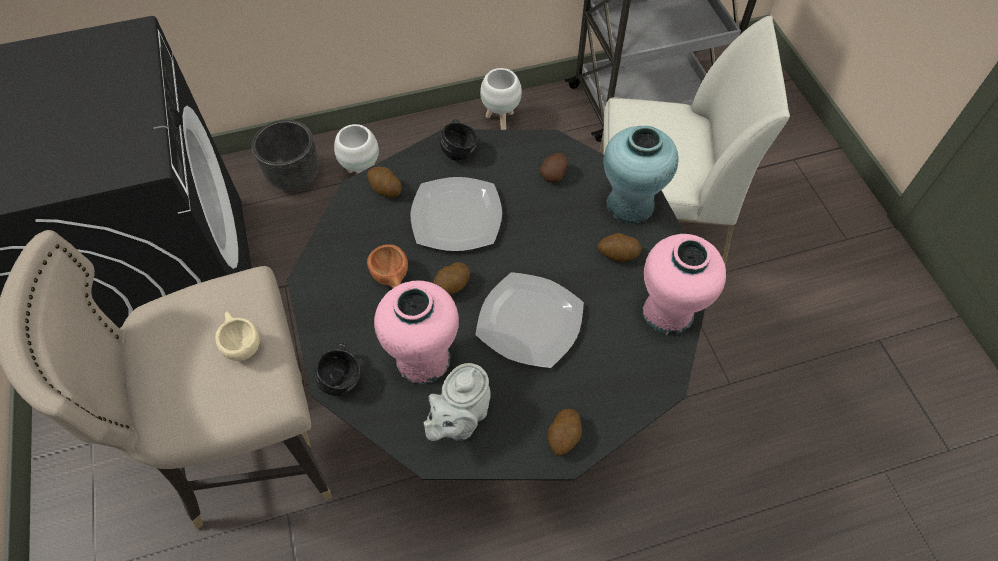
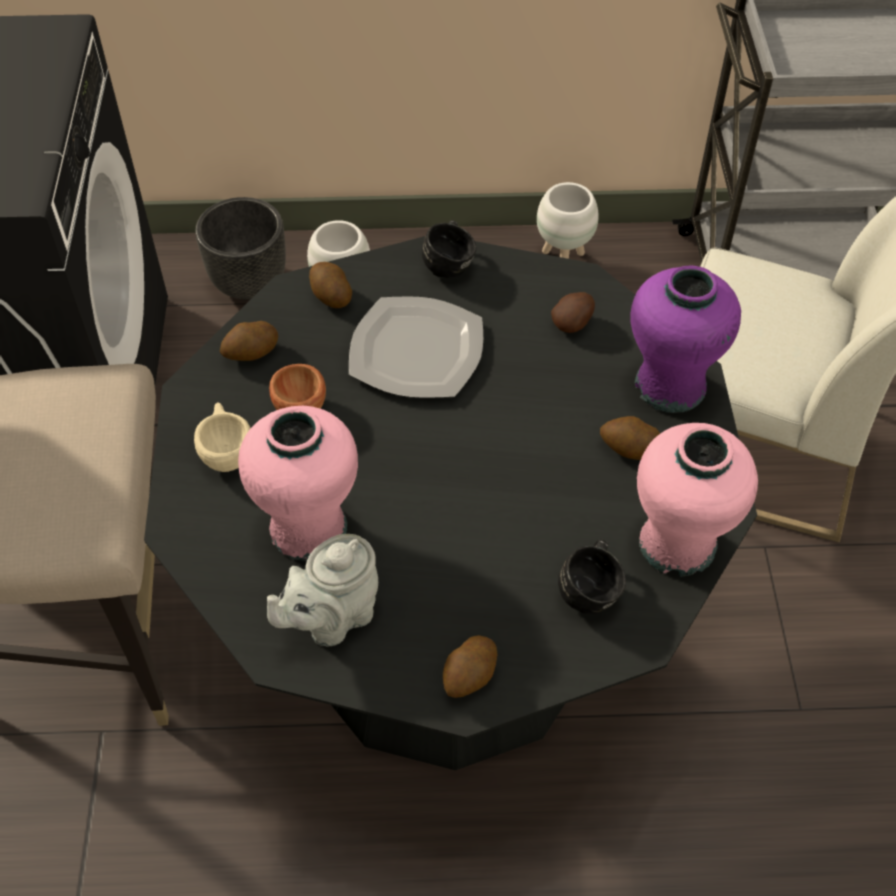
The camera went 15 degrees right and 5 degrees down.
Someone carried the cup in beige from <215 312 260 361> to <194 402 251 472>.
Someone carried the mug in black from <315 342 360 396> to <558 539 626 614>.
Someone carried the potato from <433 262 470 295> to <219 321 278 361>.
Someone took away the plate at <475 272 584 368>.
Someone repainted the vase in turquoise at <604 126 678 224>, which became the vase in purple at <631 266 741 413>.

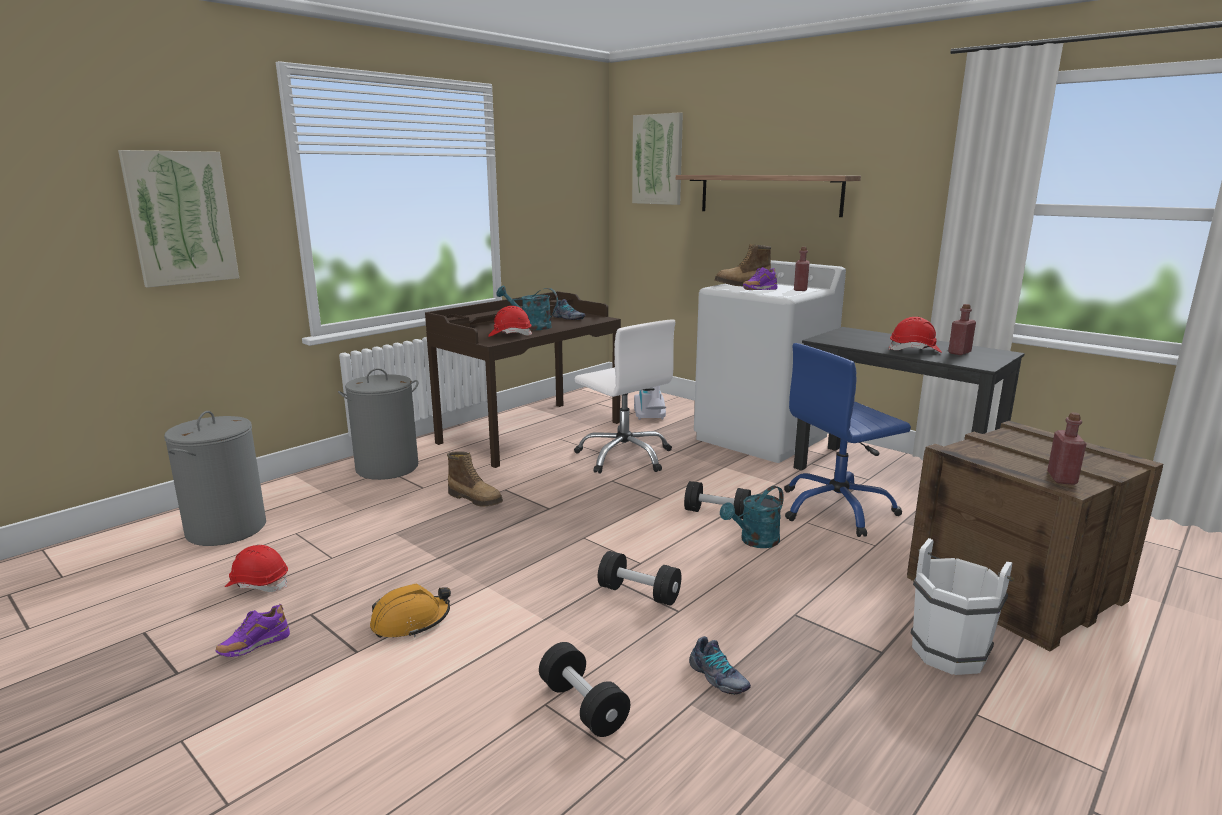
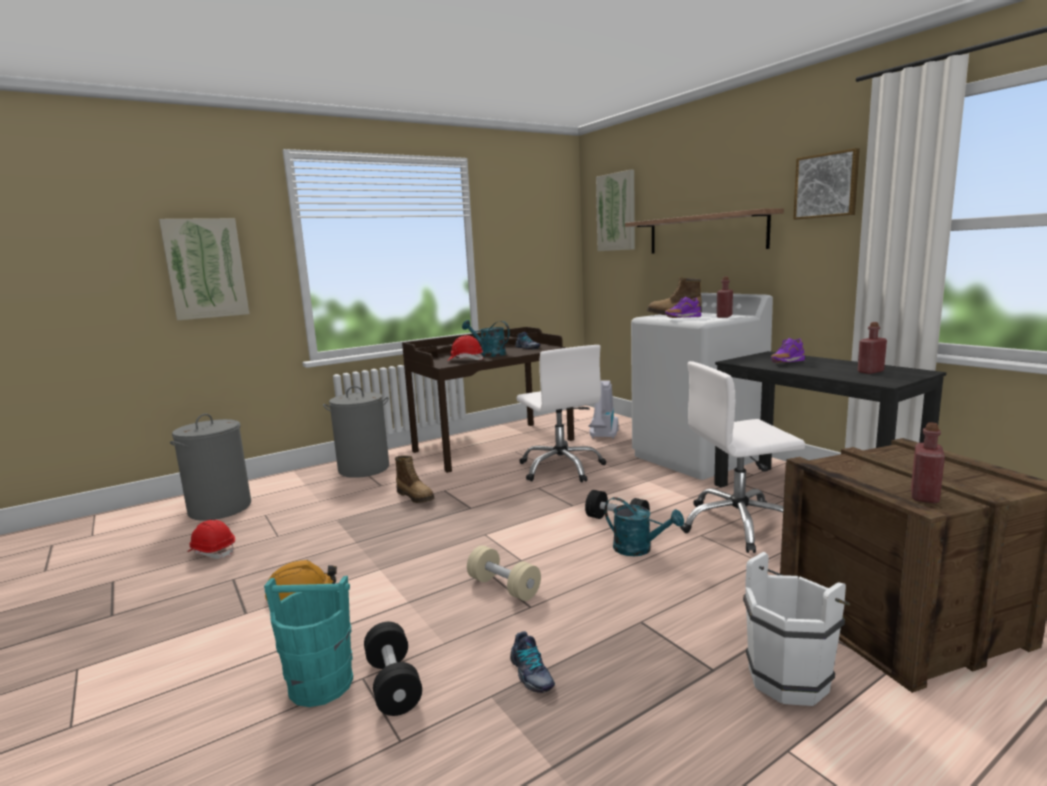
The camera went 15 degrees right and 5 degrees down.
Someone carried the shoe in purple from <215 604 290 657> to <771 338 805 363>.
Someone repainted the dumbbell in black at <598 551 681 606>, which became the dumbbell in beige at <467 545 541 601>.
Someone rotated the watering can in turquoise at <720 486 784 548> by 120 degrees counterclockwise.
Someone repainted the office chair in blue at <784 343 911 537>, which became the office chair in white at <680 361 805 553>.
Someone took away the hard hat in red at <889 317 942 353>.
Someone put down the bucket in turquoise at <264 576 353 707>.
Someone put up the picture at <793 148 860 220>.

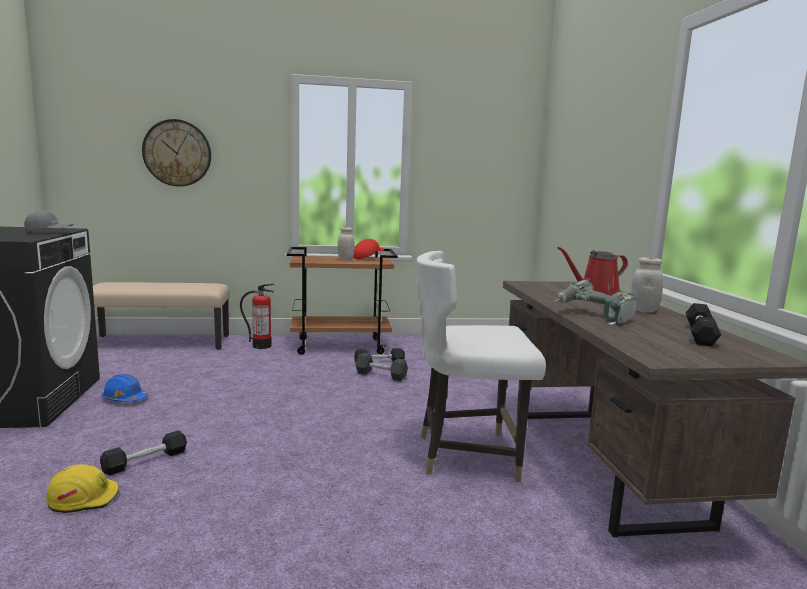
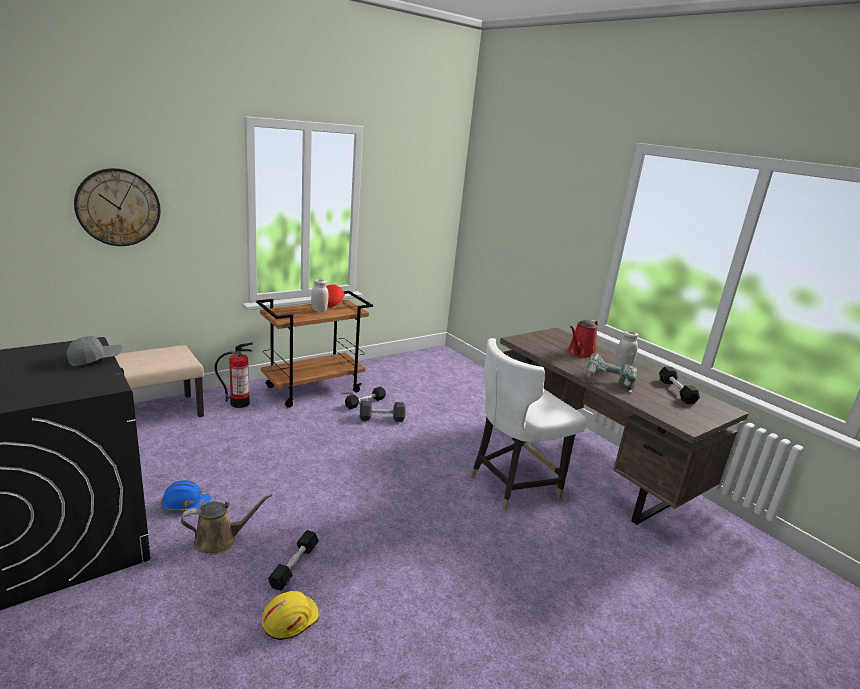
The camera went 30 degrees left and 10 degrees up.
Someone put down the watering can in brown at <181 494 272 555>.

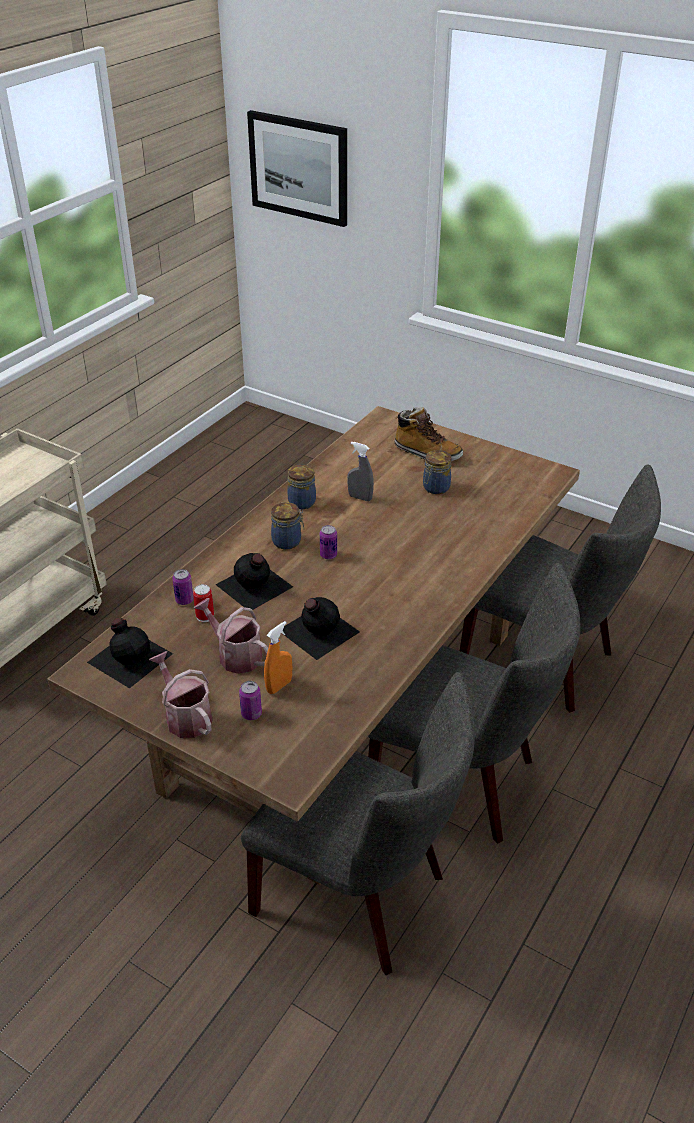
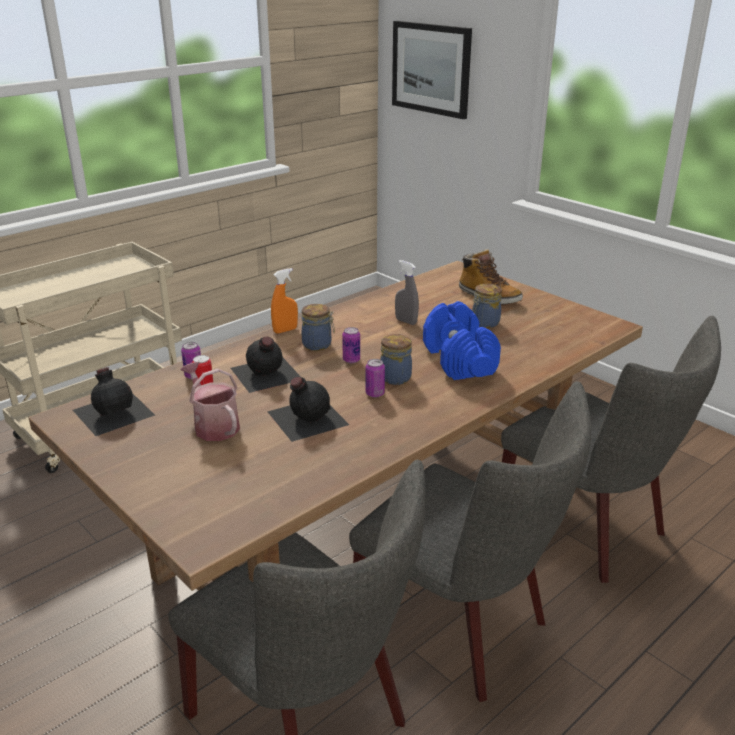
The camera went 15 degrees right and 10 degrees down.
Someone took away the watering can at <149 651 213 738>.
Someone carried the can from <239 681 262 720> to <366 359 385 398>.
Someone carried the spray bottle in orange from <264 621 292 694> to <271 268 298 334>.
Someone carried the jar from <287 464 316 509> to <380 334 412 385>.
Someone put down the dumbbell in blue at <423 301 501 380>.

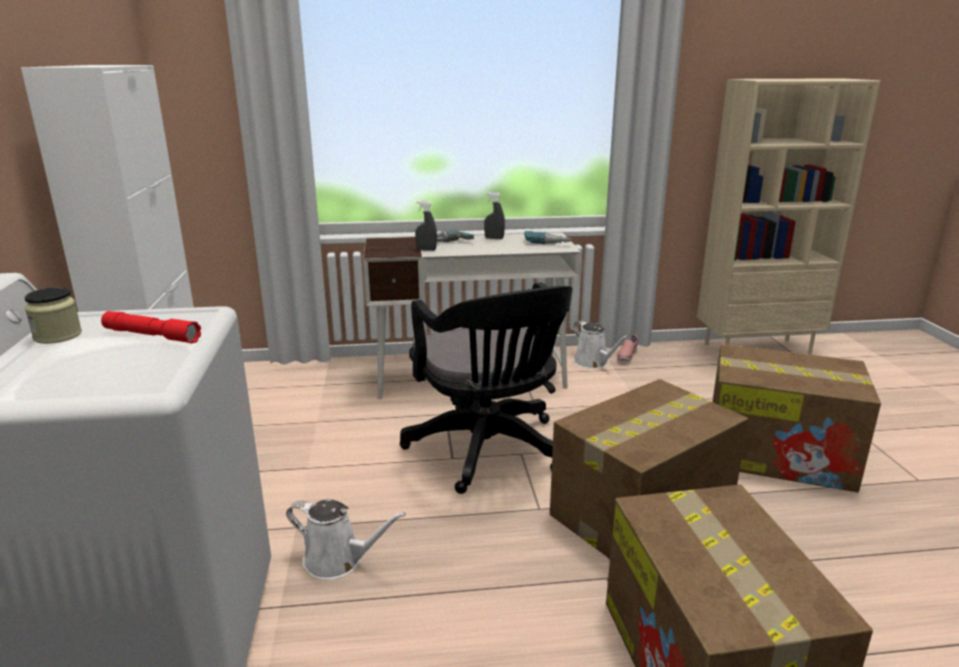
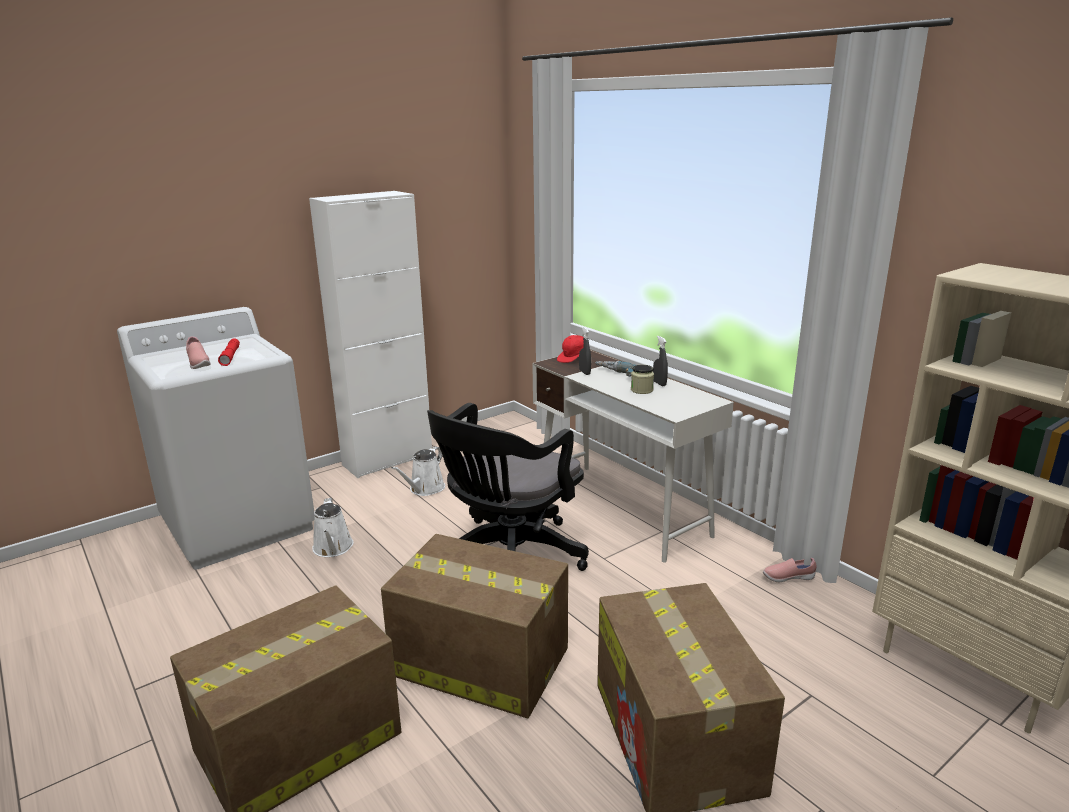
The camera went 60 degrees right and 0 degrees up.
Someone carried the jar from <24 287 82 344> to <631 365 654 394>.
Someone took away the power drill at <524 231 572 244>.
Someone carried the watering can in white from <573 320 629 369> to <391 446 445 496>.
Someone put down the shoe in pink at <186 336 211 369>.
Someone put down the cap in red at <557 335 584 363>.

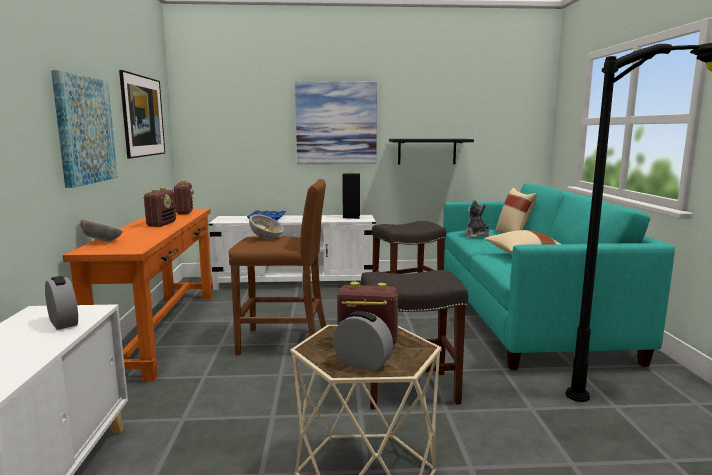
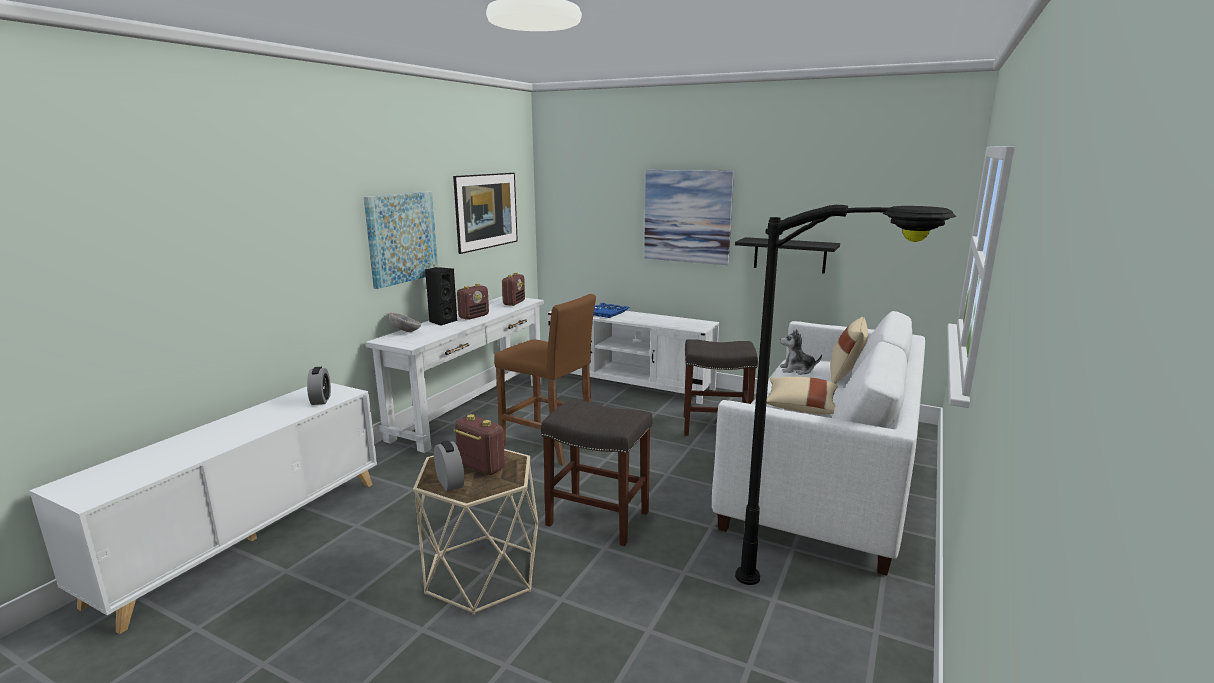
The camera went 30 degrees right and 5 degrees up.
Someone repainted the console table in orange at <63 209 213 381>, which became the console table in white at <365 296 544 453>.
Someone took away the bowl at <249 214 284 239>.
Someone carried the speaker in black from <342 173 360 219> to <425 267 457 326>.
Someone repainted the sofa in turquoise at <443 183 675 370>, which became the sofa in white at <712 311 925 576>.
Someone rotated the plush toy at <463 200 490 238> by 90 degrees counterclockwise.

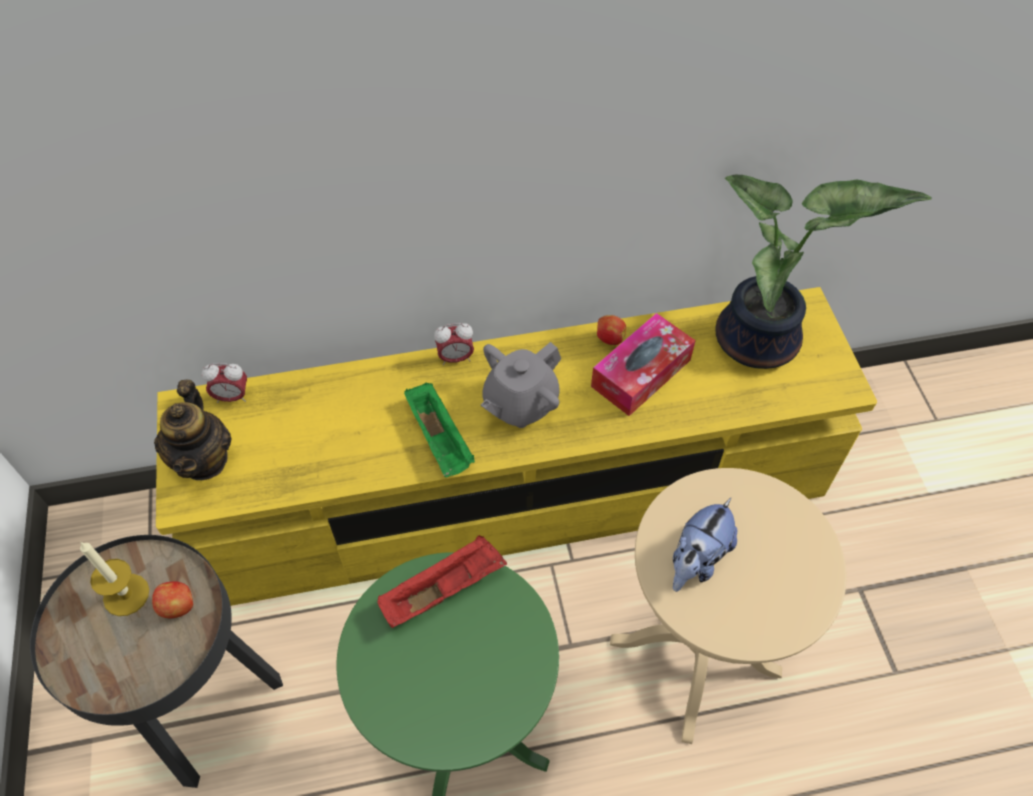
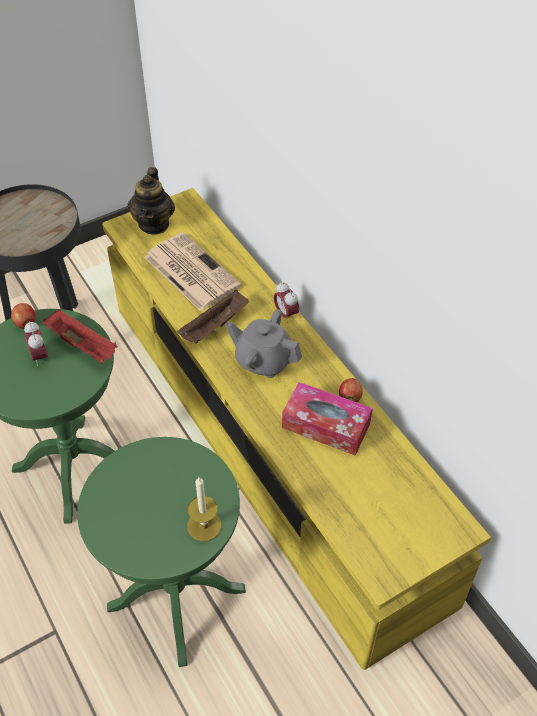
The camera went 70 degrees right and 5 degrees down.
Someone carried the candle from <80 542 149 616> to <187 477 222 541>.
Someone carried the apple from <152 581 193 618> to <11 303 36 329>.
Someone rotated the teapot at <154 380 231 480> by 60 degrees counterclockwise.
Someone carried the alarm clock from <202 363 247 403> to <24 321 48 366>.
Someone repainted the tray in green at <404 382 475 477>, which became the tray in brown at <177 290 249 344>.
Someone repainted the side table in beige at <610 468 847 744>, which became the side table in green at <77 437 246 667>.
Someone took away the plush toy at <673 498 737 592>.
Someone took away the potted plant at <715 175 932 369>.
Someone put down the newspaper at <144 232 242 312>.

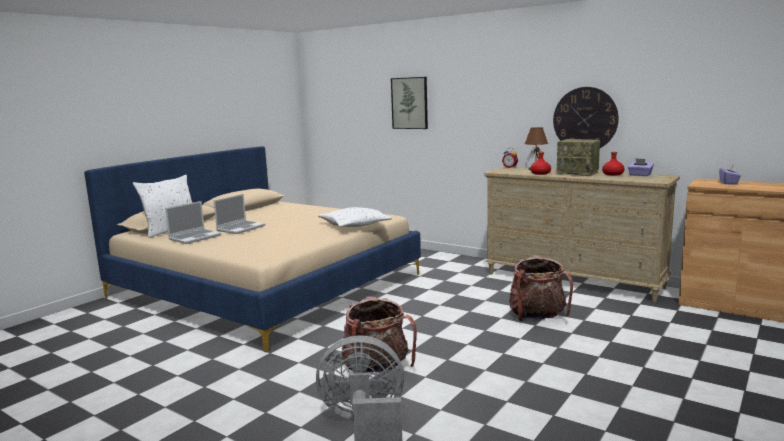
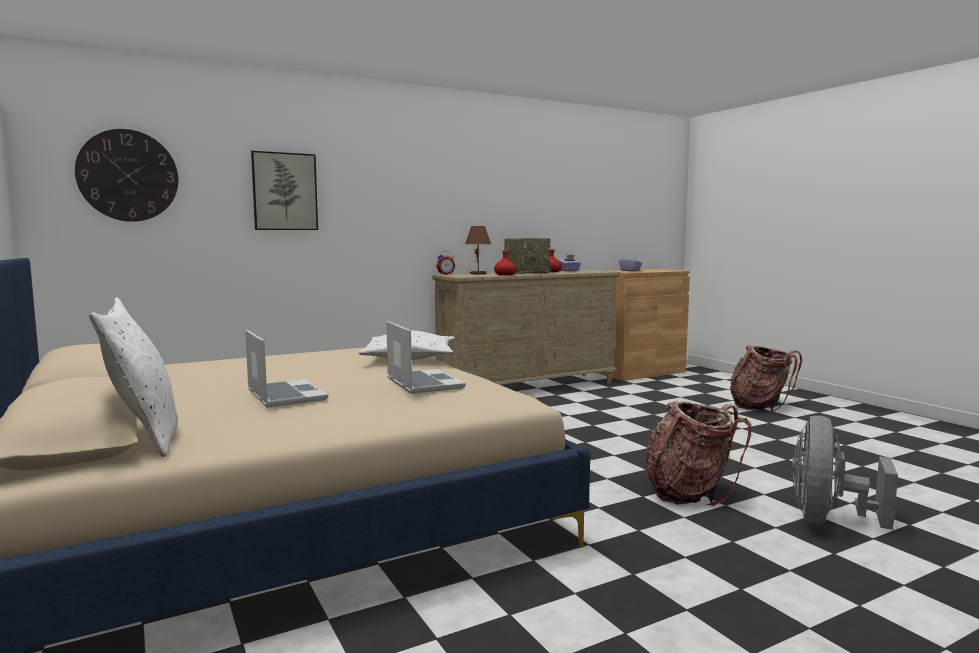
The camera went 65 degrees left and 5 degrees down.
Someone carried the laptop from <165 201 221 244> to <386 321 466 394>.
Someone carried the backpack from <509 255 573 321> to <730 345 802 412>.
Someone carried the wall clock from <553 87 619 148> to <75 129 178 222>.

